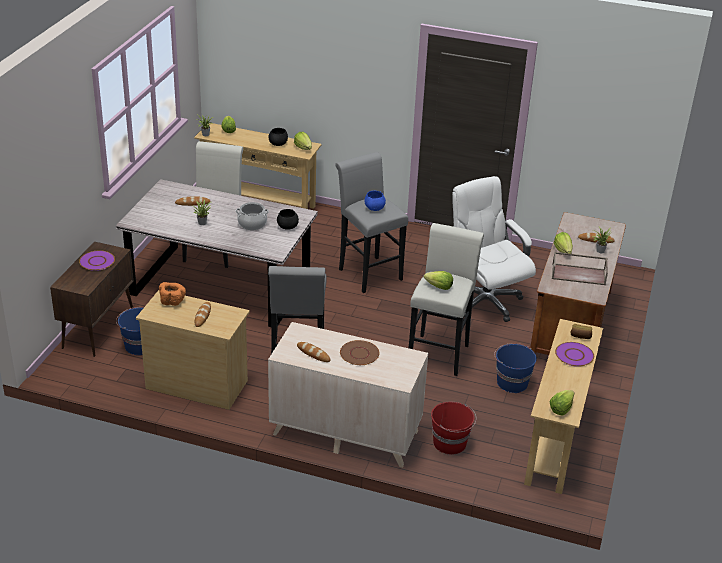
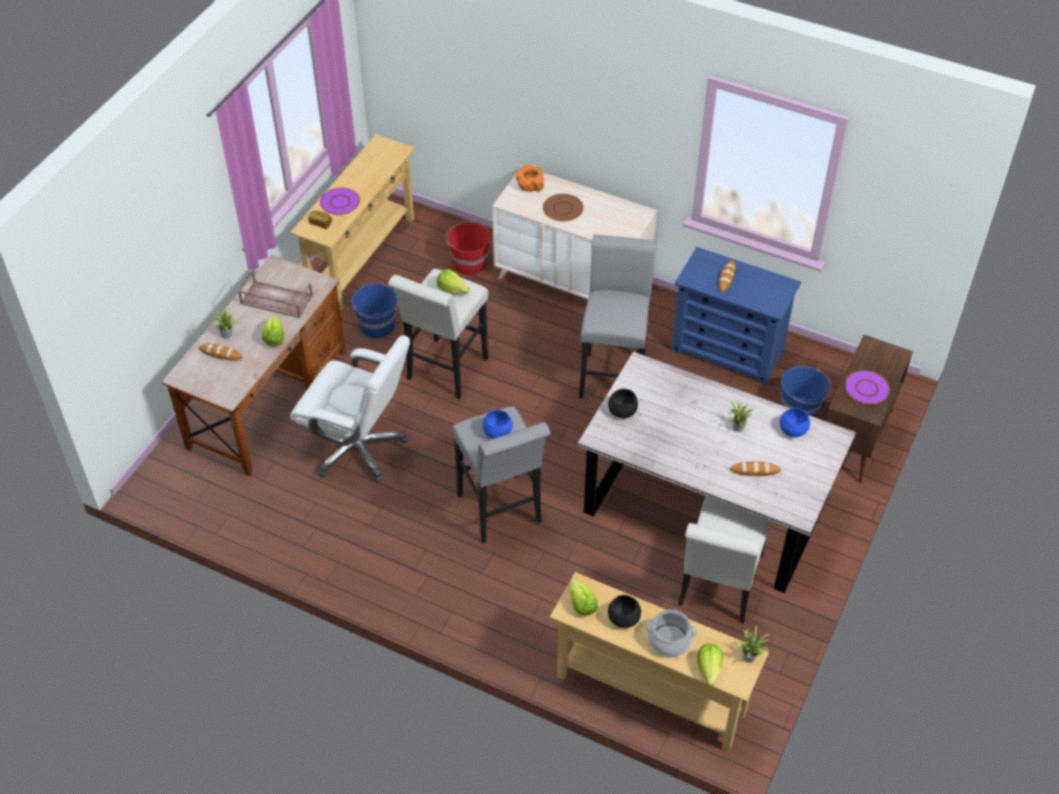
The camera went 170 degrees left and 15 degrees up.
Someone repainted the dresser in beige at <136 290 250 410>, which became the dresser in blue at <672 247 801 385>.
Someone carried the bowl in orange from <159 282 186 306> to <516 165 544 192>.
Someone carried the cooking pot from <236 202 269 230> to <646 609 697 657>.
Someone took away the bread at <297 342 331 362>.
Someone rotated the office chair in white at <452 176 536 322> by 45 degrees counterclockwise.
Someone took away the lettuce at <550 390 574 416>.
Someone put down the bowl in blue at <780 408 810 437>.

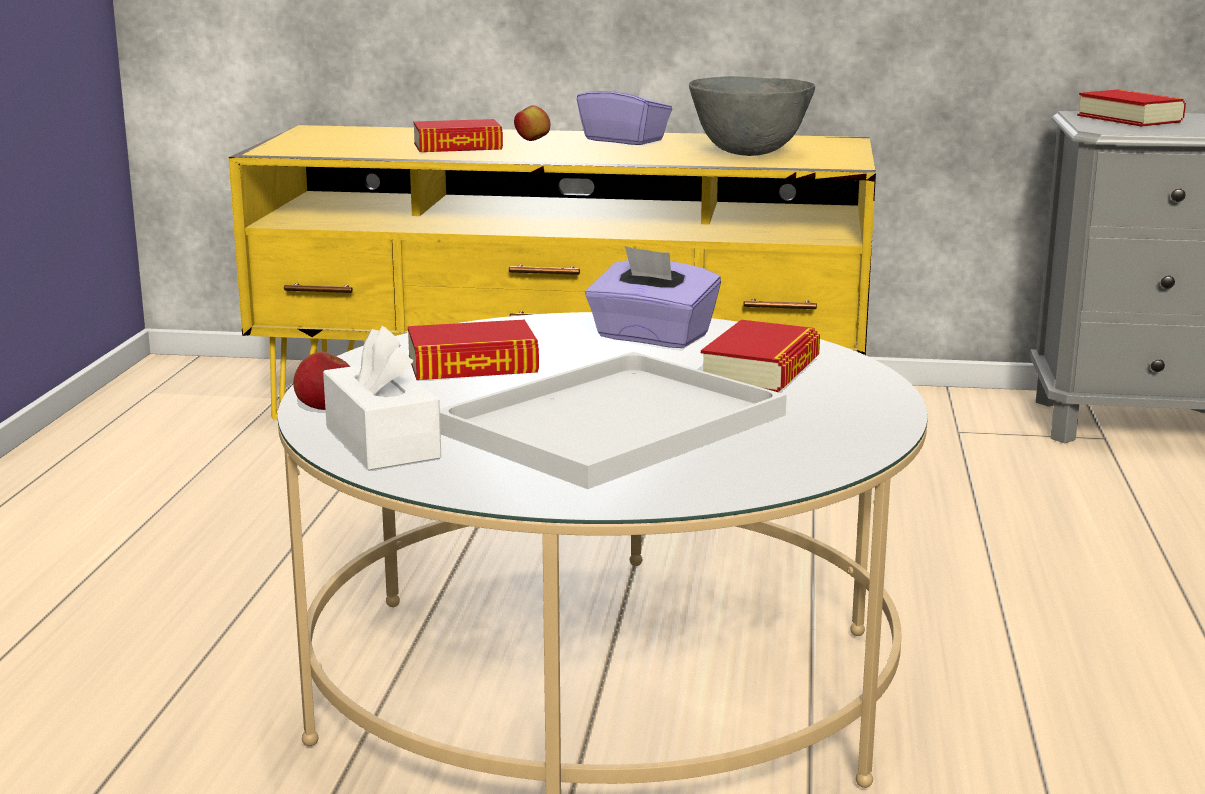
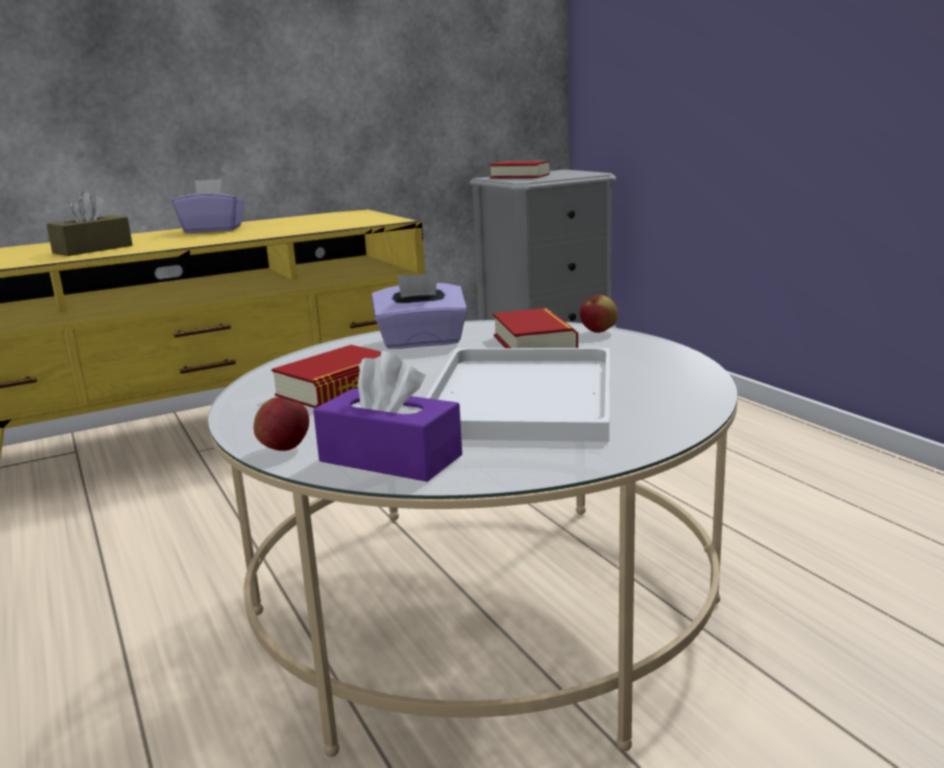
The camera went 35 degrees left and 0 degrees up.
Someone repainted the tissue box in white at <323 326 441 470>, which became the tissue box in purple at <313 351 462 482>.
Someone swapped the book at <414 119 503 152> for the tissue box in brown at <46 191 133 256>.
Someone carried the apple from <514 105 550 141> to <580 295 618 333>.
Someone took away the bowl in grey at <689 76 815 156>.

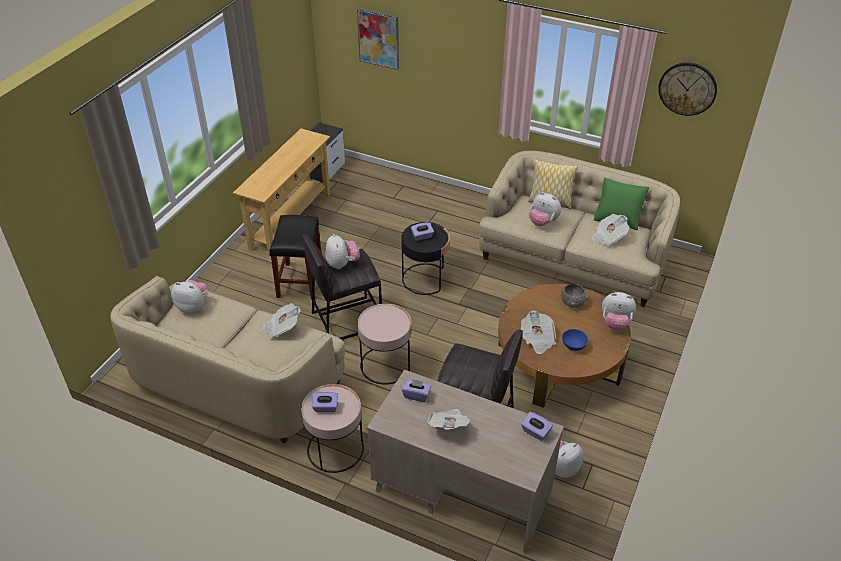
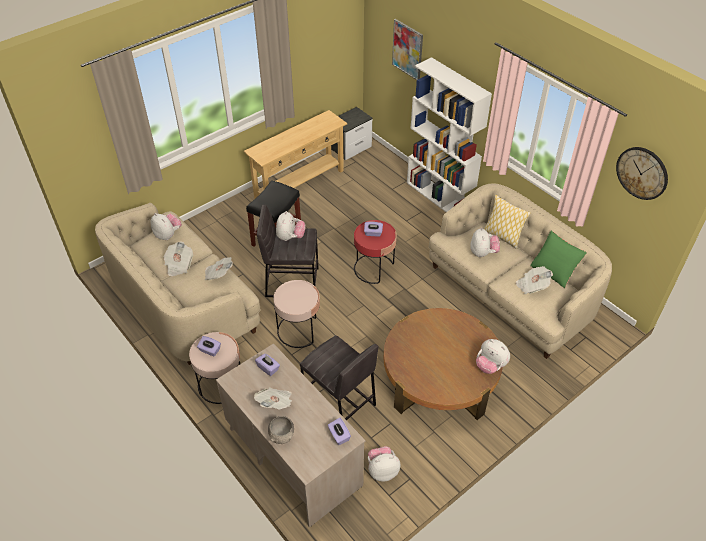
The camera went 25 degrees right and 5 degrees up.
Someone repainted the side table in black at <401 222 450 295>, which became the side table in red at <354 220 397 284>.
Someone carried the newspaper from <521 311 556 354> to <163 241 194 276>.
Someone rotated the plush toy at <529 192 561 226> by 150 degrees counterclockwise.
Someone carried the bowl in grey from <561 284 588 308> to <268 416 294 444>.
Someone took away the bowl in blue at <562 329 588 351>.
Someone put down the bookcase in white at <407 57 492 212>.

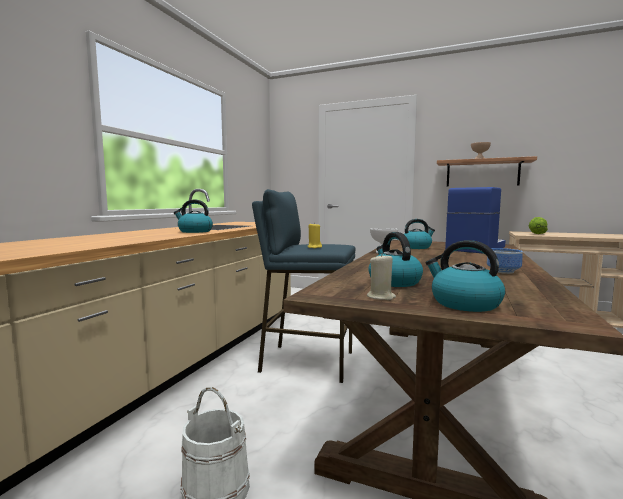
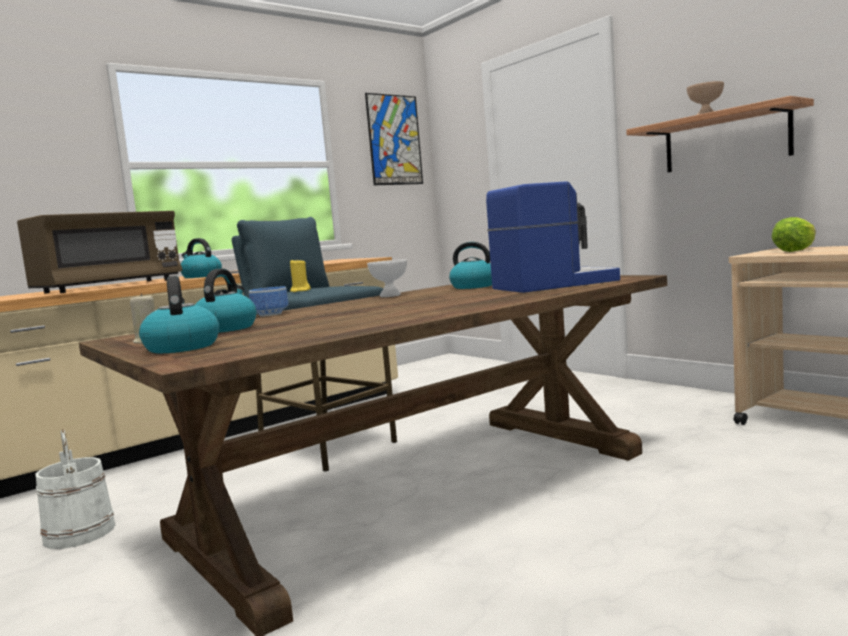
The camera went 30 degrees right and 0 degrees up.
Someone carried the bowl from <487 248 523 274> to <249 287 289 316>.
Someone put down the microwave in brown at <17 211 182 293>.
Someone put up the picture at <365 93 423 185>.

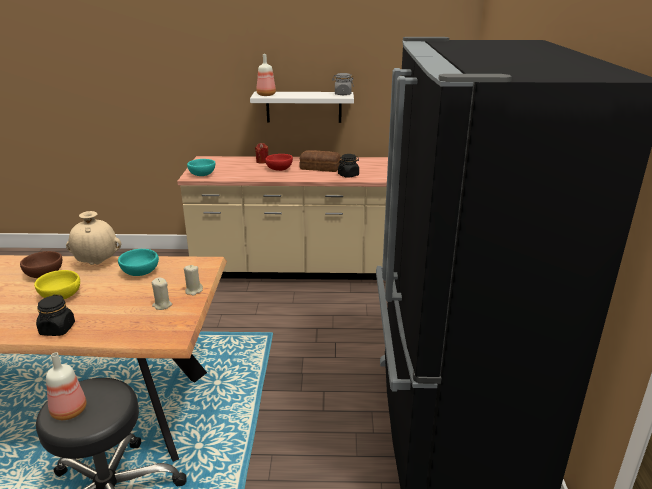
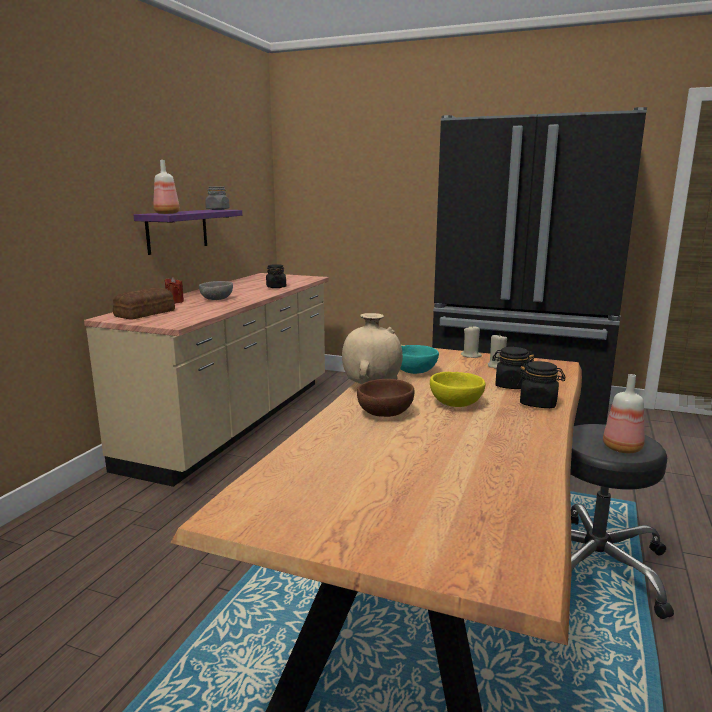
The camera went 70 degrees left and 10 degrees down.
Someone took away the bowl in turquoise at <187 159 215 176>.
Someone repainted the shelf in white at <250 92 354 123>, which became the shelf in purple at <134 209 242 255>.
Someone repainted the bowl in red at <265 154 293 171>, which became the bowl in grey at <199 281 233 300>.
Someone carried the bread from <299 150 341 172> to <113 288 175 320>.
Someone put down the jar in black at <492 347 534 389>.

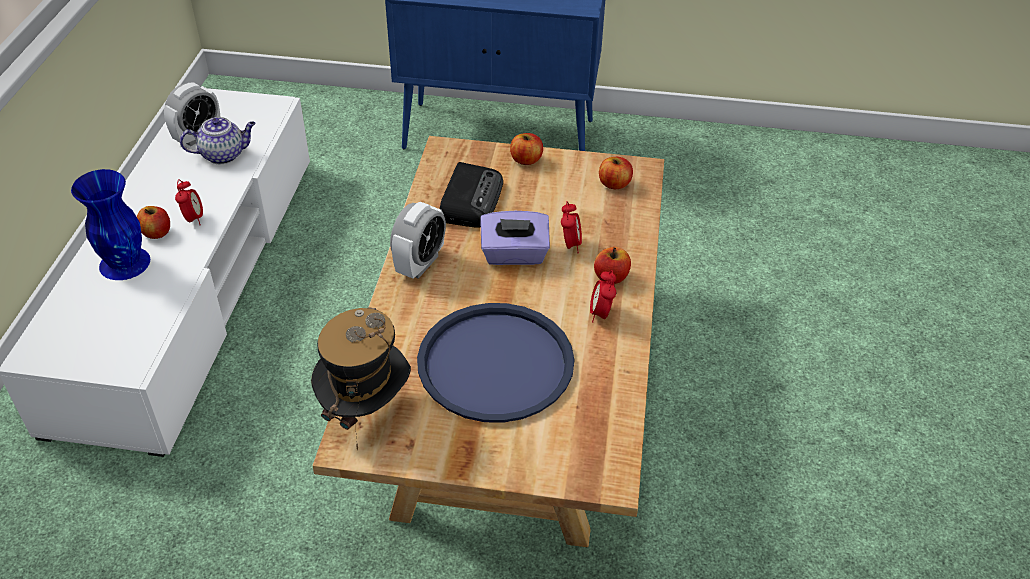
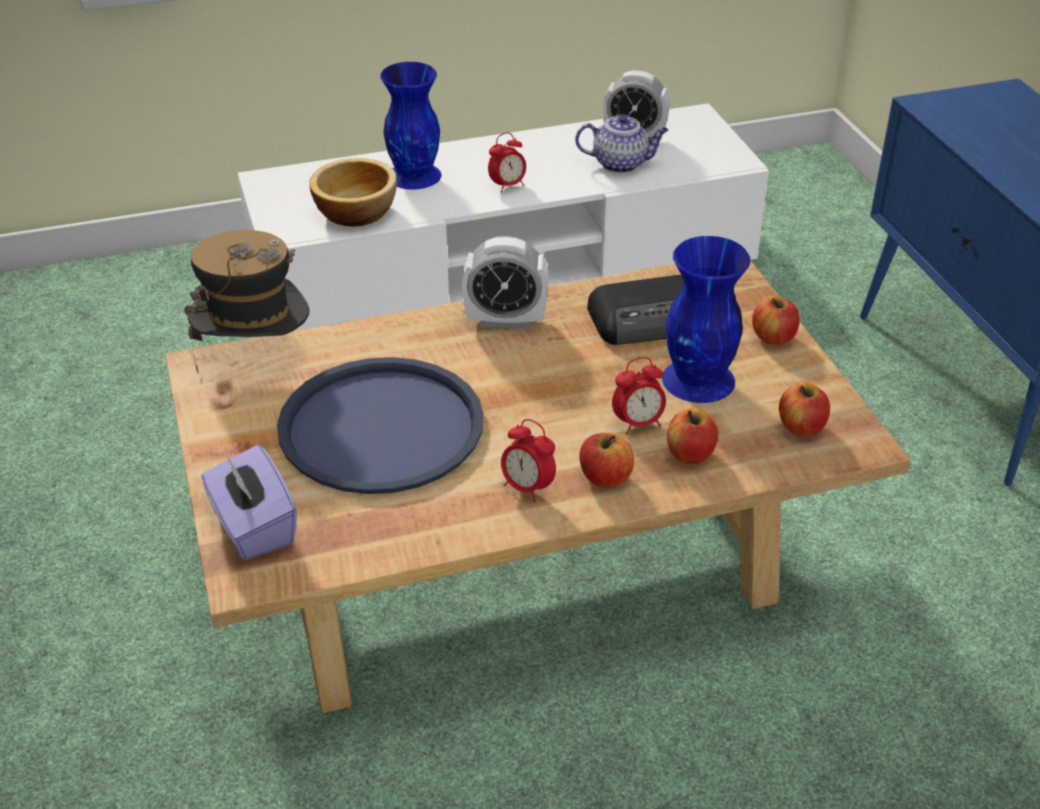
The camera went 65 degrees right and 5 degrees down.
Someone carried the apple from <137 206 170 239> to <667 408 718 464>.
Someone rotated the teapot at <180 117 256 164> by 45 degrees counterclockwise.
Someone carried the tissue box in purple from <480 211 550 265> to <201 445 297 560>.
Someone rotated the alarm clock at <590 270 616 323> by 120 degrees counterclockwise.
Someone put down the bowl at <309 158 397 227>.
Someone put down the vase in blue at <662 236 750 403>.

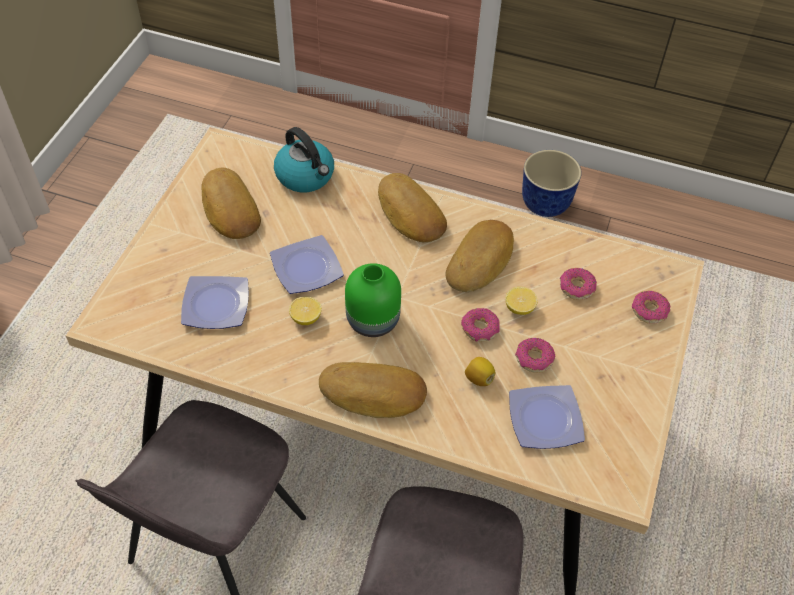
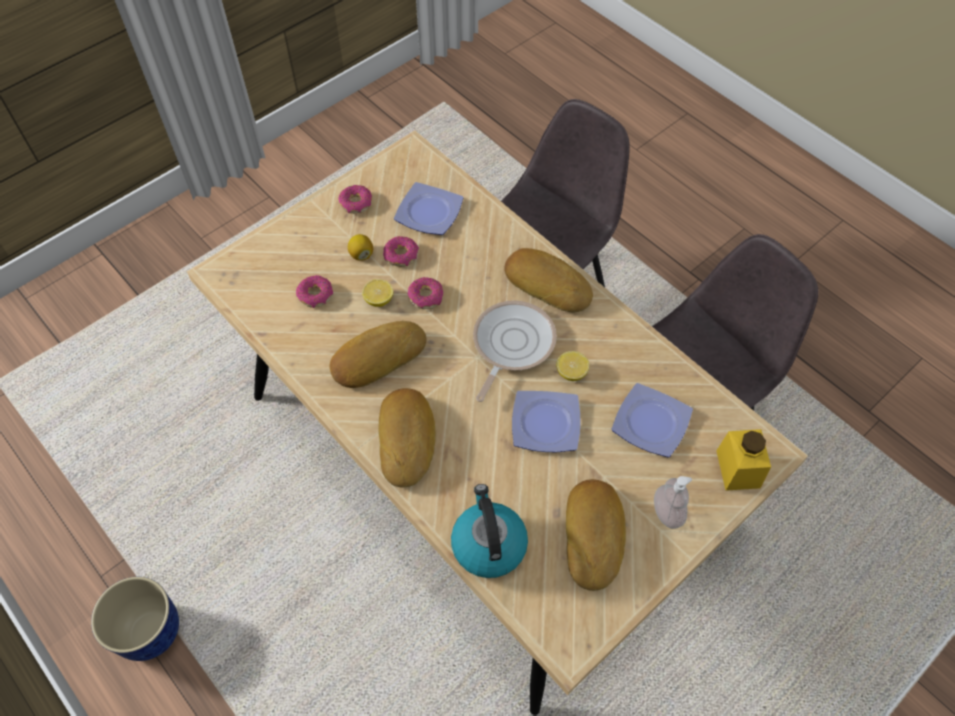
The camera went 150 degrees left and 5 degrees up.
Someone swapped the vase in green at <345 263 401 337> for the frying pan at <473 300 557 402>.
Someone carried the lemon from <465 357 495 386> to <348 234 373 261>.
Someone carried the donut from <632 291 670 324> to <338 185 372 214>.
Someone put down the soap dispenser at <654 476 692 529>.
Someone put down the jar in yellow at <716 429 771 491>.

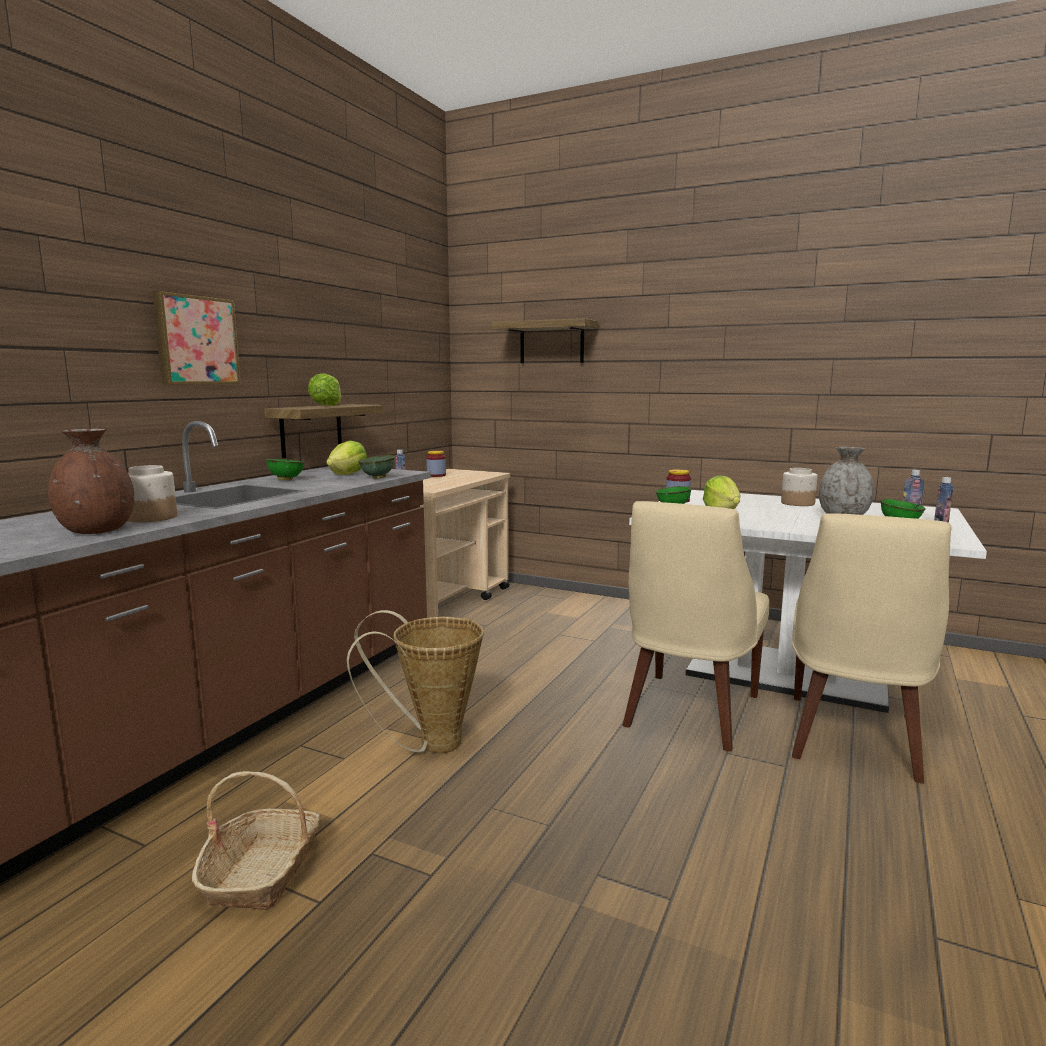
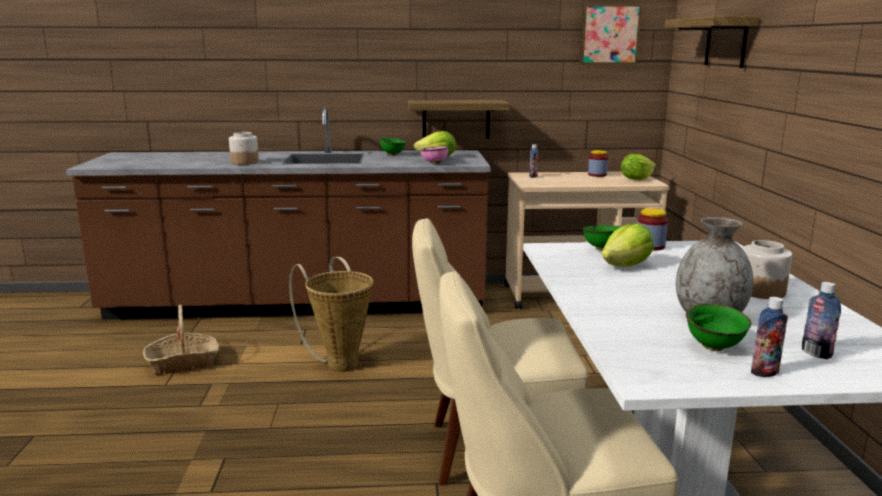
The camera went 60 degrees right and 5 degrees up.
Someone took away the vase in brown at <48 429 134 534>.
Someone carried the picture from <153 291 241 385> to <579 4 642 64>.
Someone carried the lettuce from <308 373 342 406> to <621 154 656 180>.
Someone repainted the bowl in green at <358 455 395 479>, which became the bowl in pink at <420 146 449 164>.

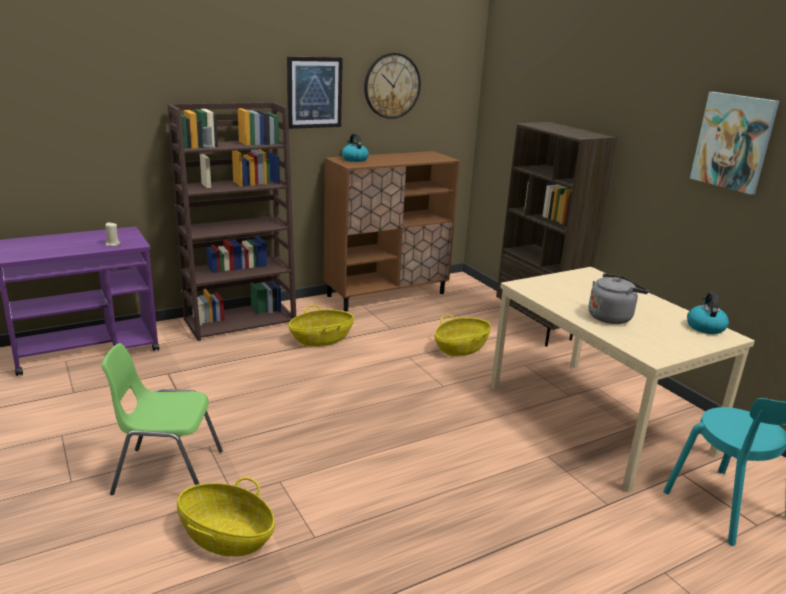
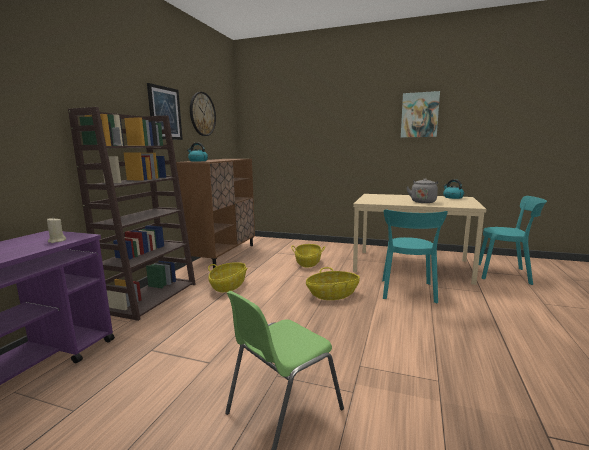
The camera went 40 degrees left and 10 degrees down.
Someone carried the basket from <177 477 275 557> to <306 267 360 300>.
Someone took away the bookcase in brown at <496 122 617 347>.
Someone put down the chair in turquoise at <382 209 448 303>.

